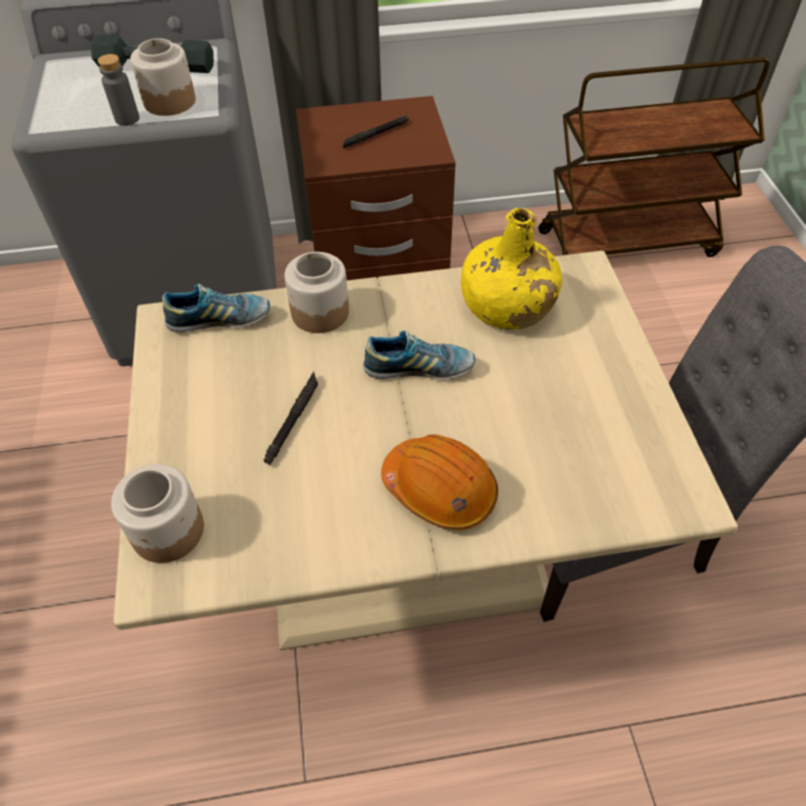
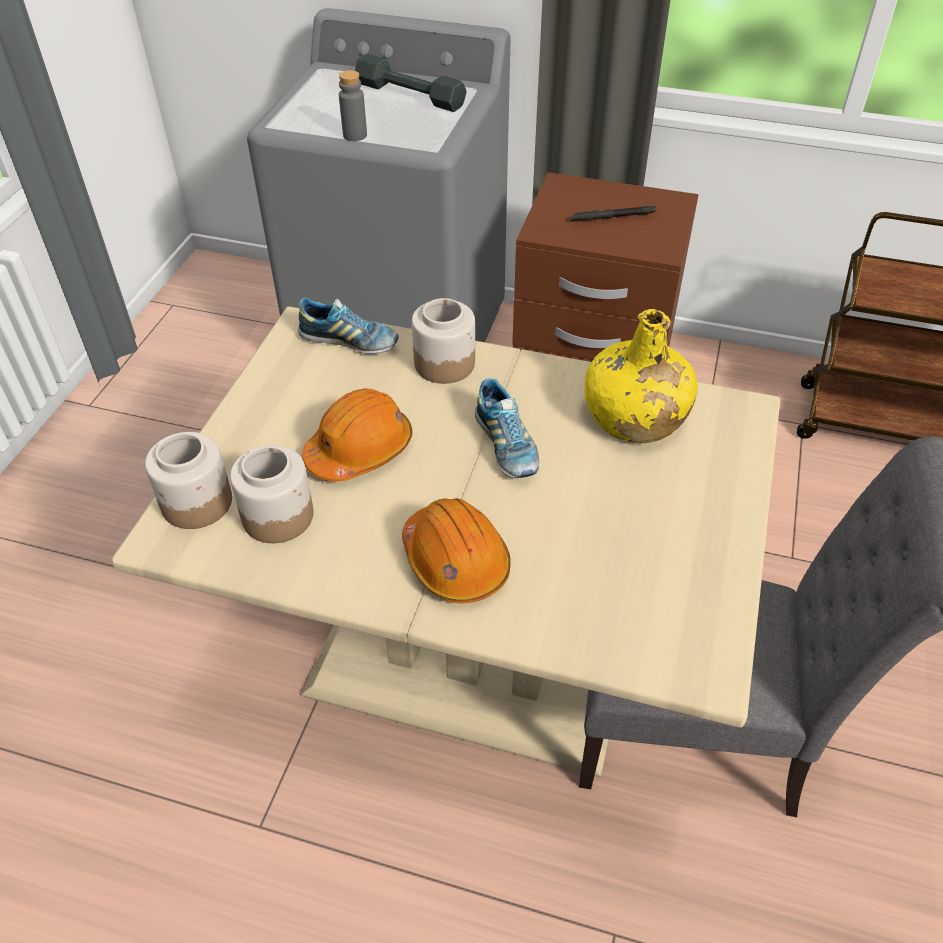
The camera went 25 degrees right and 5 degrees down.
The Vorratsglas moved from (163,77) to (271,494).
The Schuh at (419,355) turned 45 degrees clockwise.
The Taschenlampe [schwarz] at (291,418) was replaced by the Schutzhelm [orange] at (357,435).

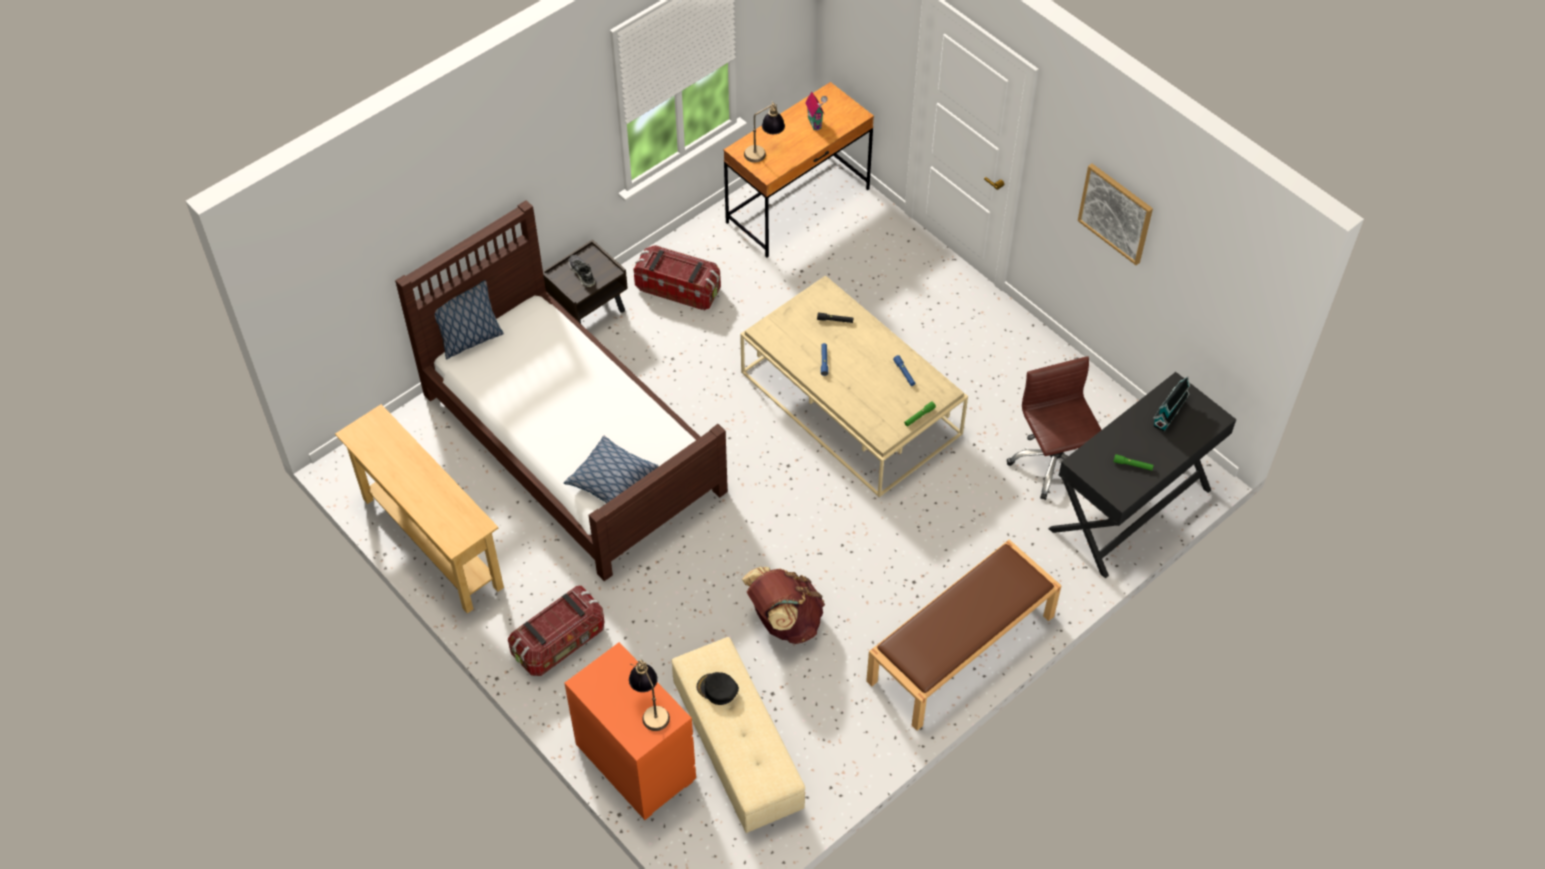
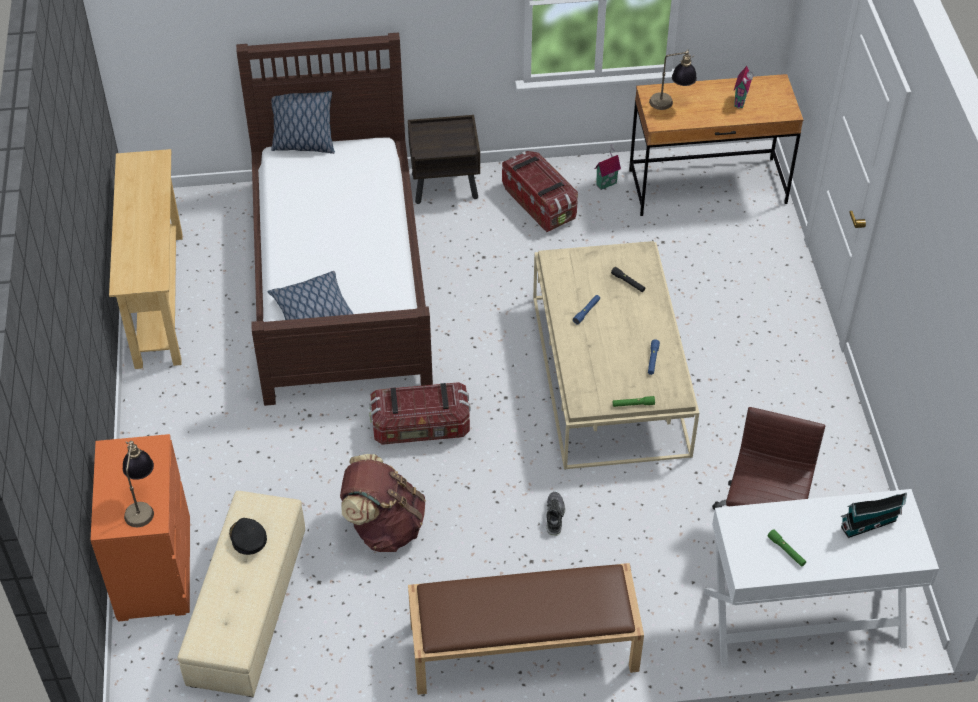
The camera went 35 degrees right and 5 degrees down.
The Bild at (1115,214) disappeared.
The Schuh moved from (582,271) to (555,514).
The Schreibtisch [schwarz] at (1142,475) became the Schreibtisch [weiß] at (821,578).
The Aufbewahrungsbox moved from (556,631) to (420,413).
The Spielzeughaus at (608,167) appeared.

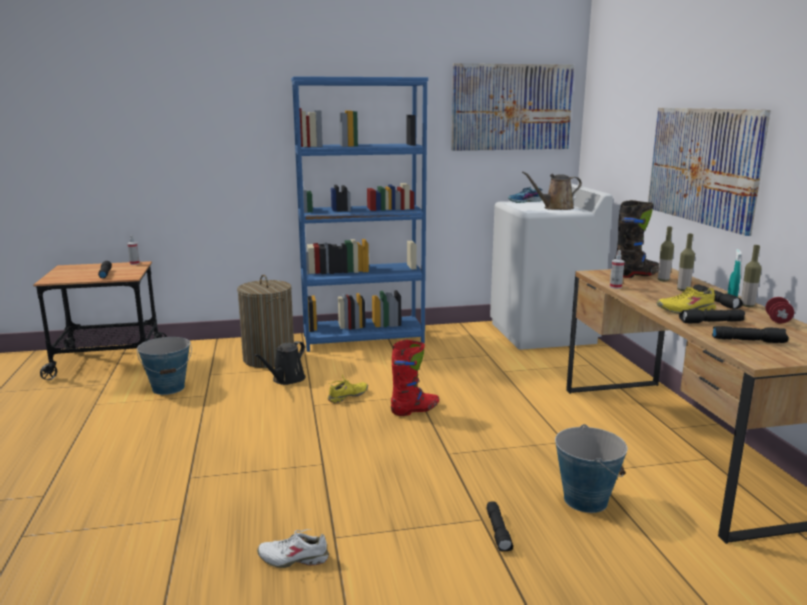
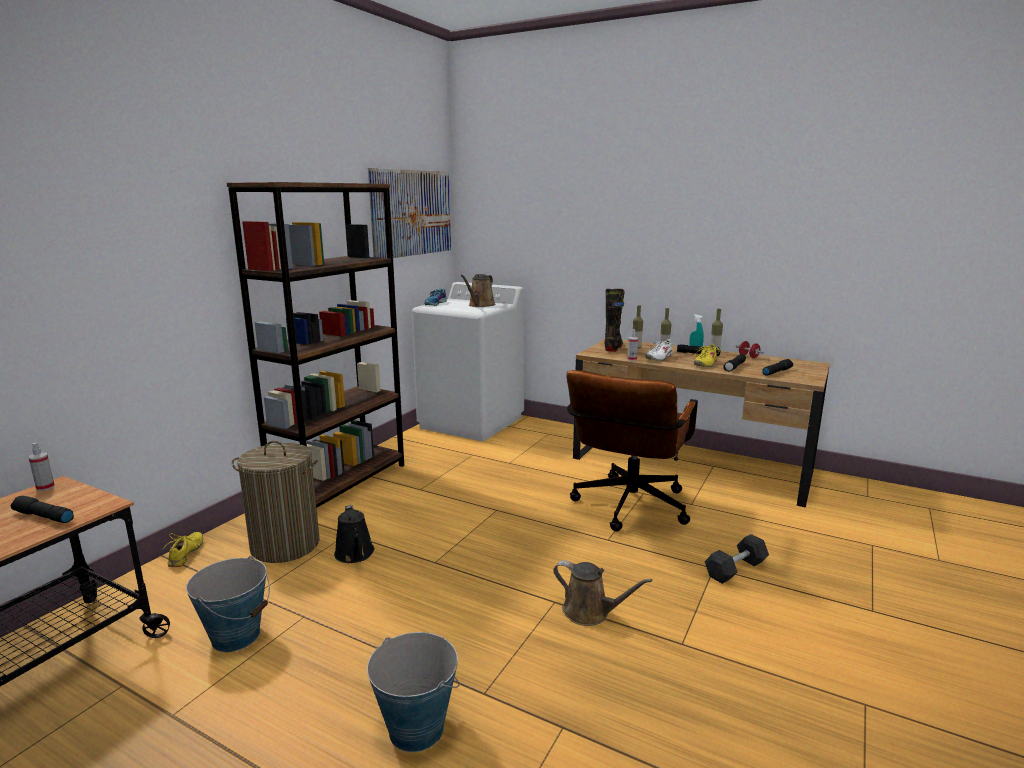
The camera went 50 degrees left and 0 degrees up.
The Bücherregal [blau] at (359,214) became the Bücherregal [braun] at (315,345).
The Bild at (709,172) disappeared.
The Stiefel [rot] at (415,378) disappeared.
The Schuh [gelb] moved from (348,389) to (183,549).
The Eimer moved from (591,468) to (413,692).
The Taschenlampe [schwarz] at (500,526) was replaced by the Hantel [grau] at (737,559).
The Schuh [weiß] moved from (293,548) to (659,350).
The Bürostuhl [braun] at (632,450) appeared.
The Gießkanne [braun] at (602,593) appeared.

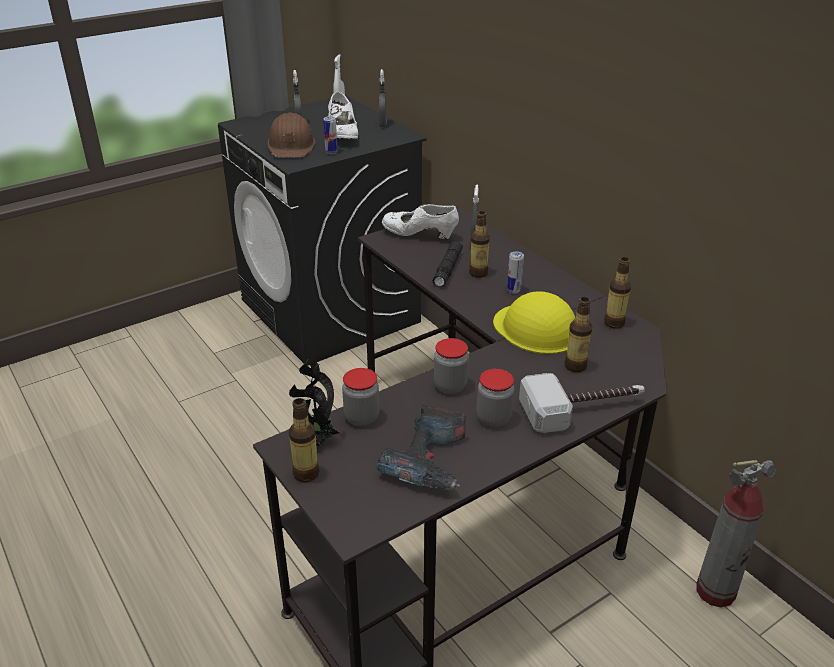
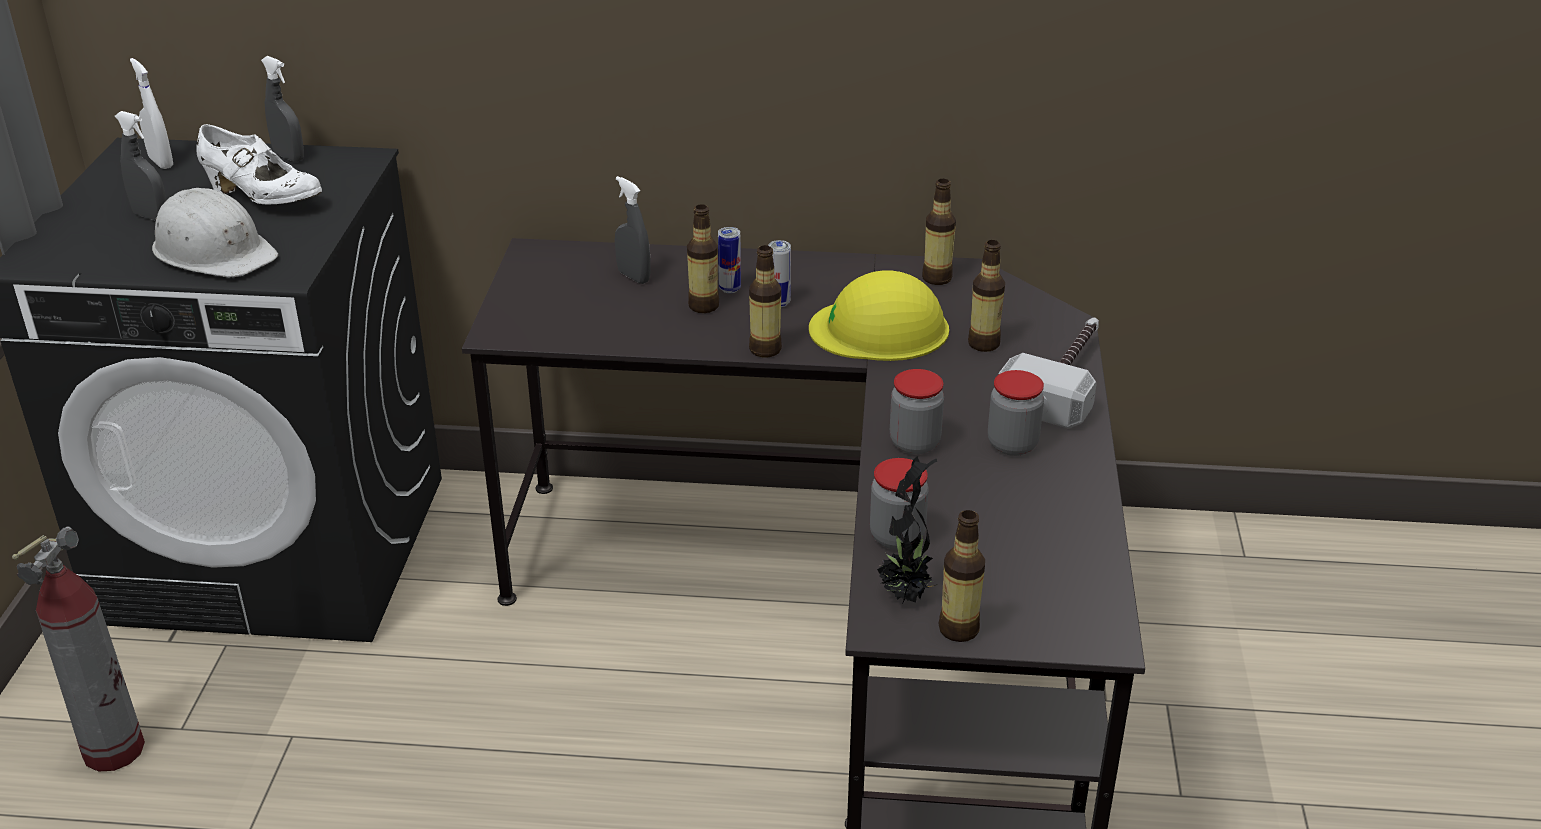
The camera went 50 degrees left and 0 degrees up.
The Schutzhelm [braun] at (291,135) became the Schutzhelm [weiß] at (215,233).
The Dose moved from (330,135) to (729,260).
The Schuh [weiß] at (420,221) disappeared.
The Taschenlampe [schwarz] at (448,264) disappeared.
The Bohrmaschine at (421,447) disappeared.
The Feuerlöscher moved from (736,533) to (78,649).
The Flasche at (765,301) appeared.

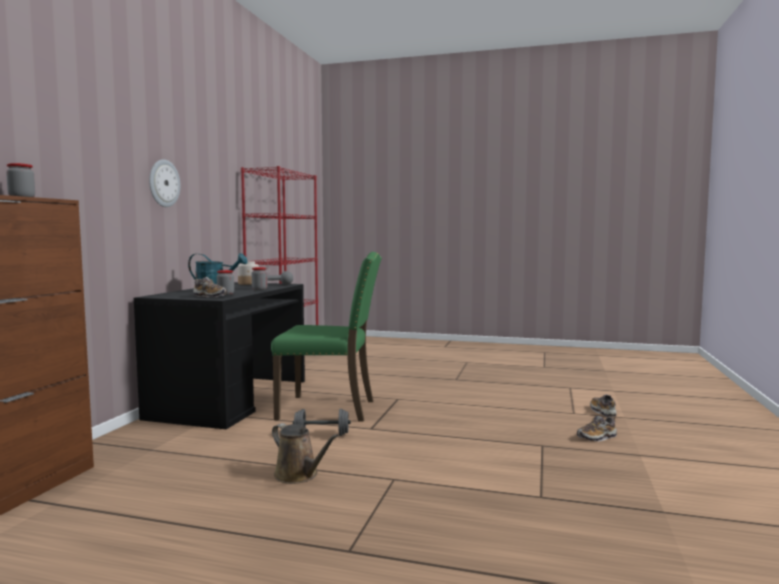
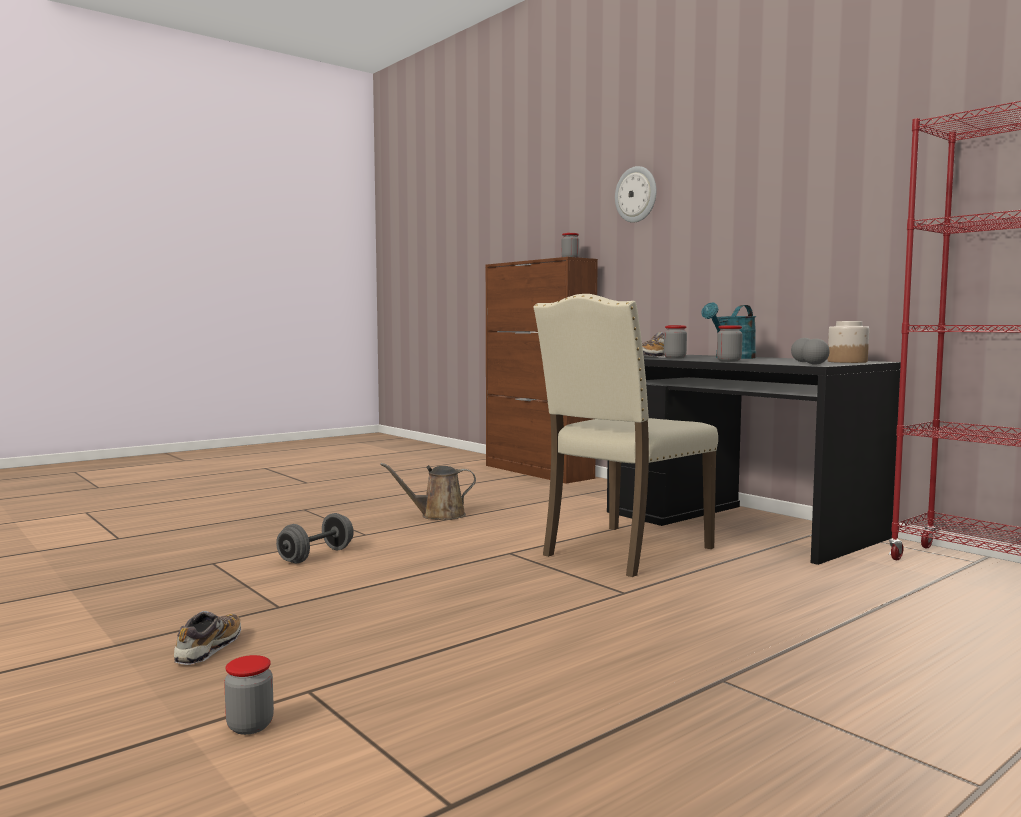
The camera went 125 degrees right and 0 degrees up.
The Wanduhr moved from (165,183) to (635,194).
The Stuhl [grün] at (326,337) became the Stuhl [beige] at (625,435).
The Schuh at (603,405) was replaced by the Vorratsglas at (249,695).
The Hantel [grau] moved from (322,422) to (315,538).

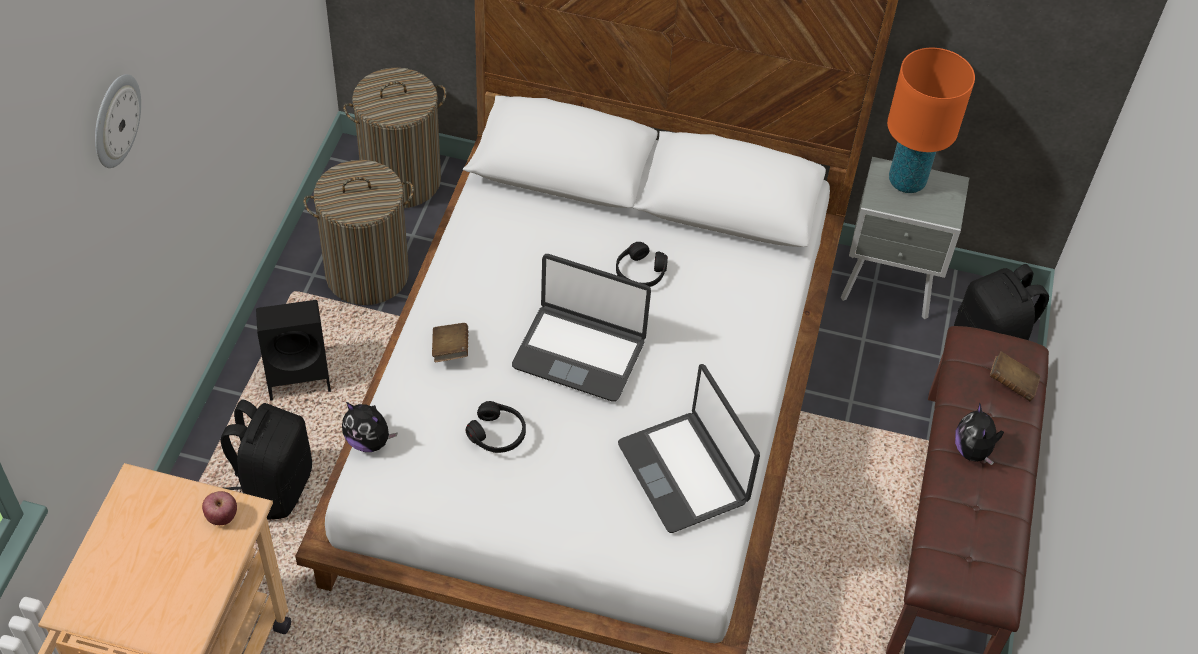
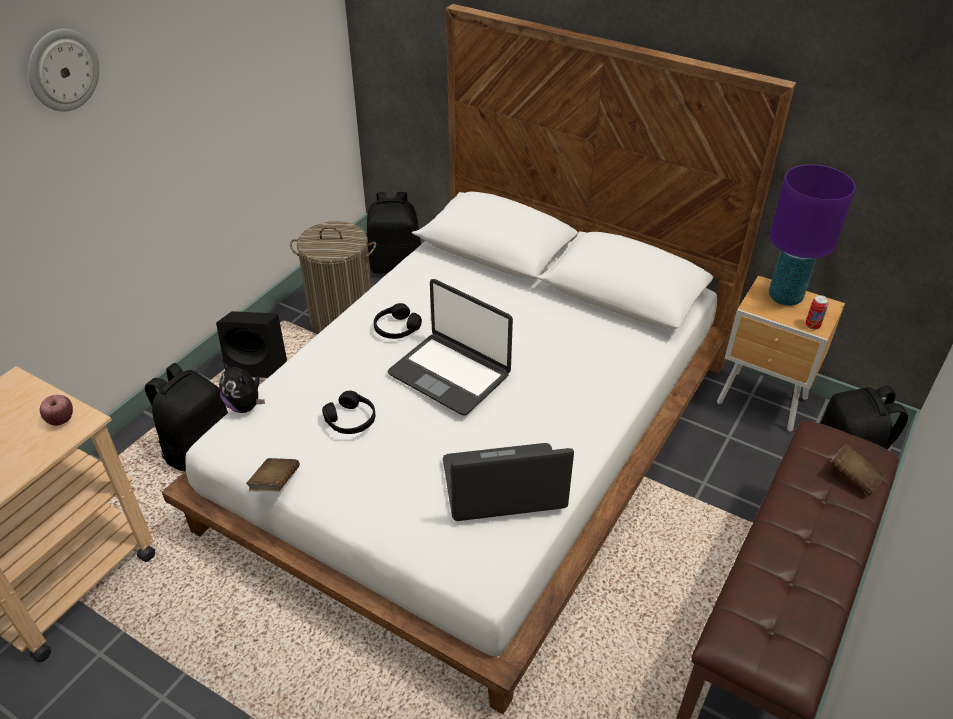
The camera went 20 degrees right and 10 degrees down.
The Tischlampe [orange] at (931,120) became the Tischlampe [lila] at (812,235).
The Wäschekorb at (394,137) was replaced by the Rucksack [schwarz] at (394,233).
The Nachttisch [grau] at (905,238) became the Nachttisch [braun] at (781,354).
The Kopfhörer [schwarz] moved from (642,264) to (398,321).
The Buch [braun] moved from (450,342) to (273,475).
The Laptop at (689,448) turned 90 degrees clockwise.
The Plüschtier at (979,433) disappeared.
The Dose at (816,312) appeared.

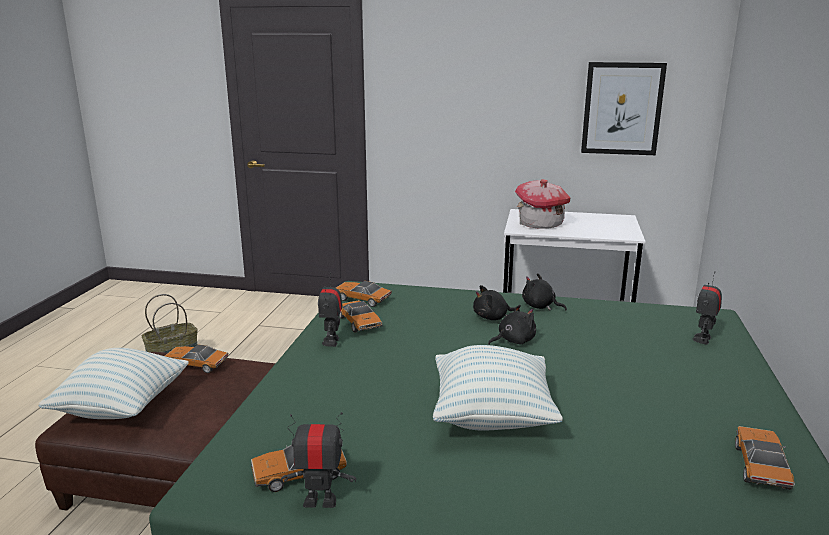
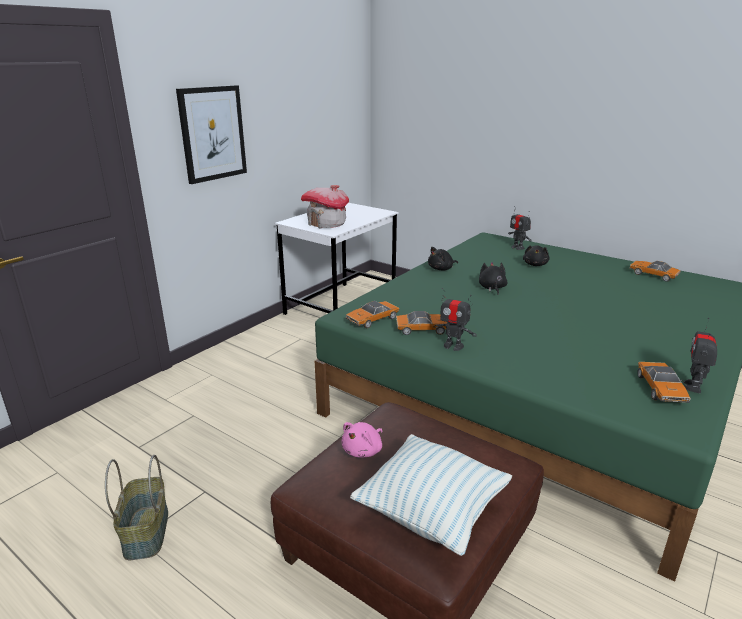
The camera went 65 degrees left and 5 degrees up.
The Bild moved from (624,108) to (211,134).
The Plüschtier [schwarz] moved from (496,302) to (536,255).
The Spielzeugauto at (196,359) was replaced by the Plüschtier [rosa] at (362,440).
The Kissen at (498,388) disappeared.

